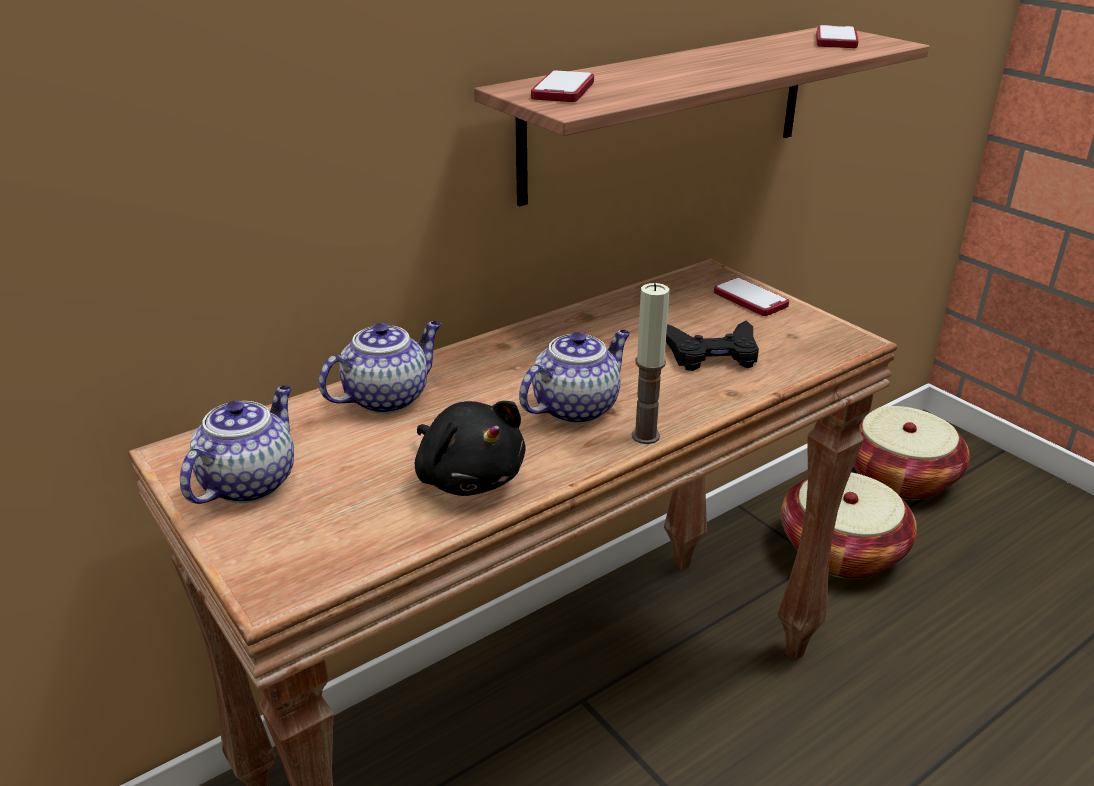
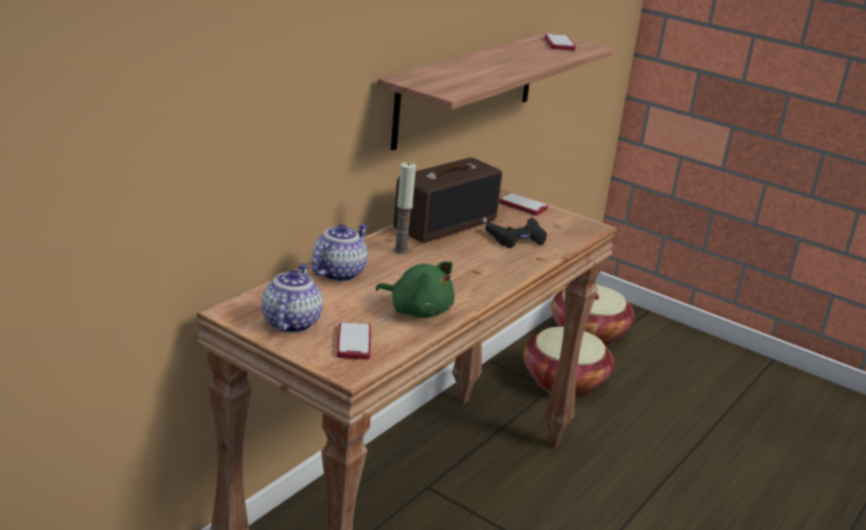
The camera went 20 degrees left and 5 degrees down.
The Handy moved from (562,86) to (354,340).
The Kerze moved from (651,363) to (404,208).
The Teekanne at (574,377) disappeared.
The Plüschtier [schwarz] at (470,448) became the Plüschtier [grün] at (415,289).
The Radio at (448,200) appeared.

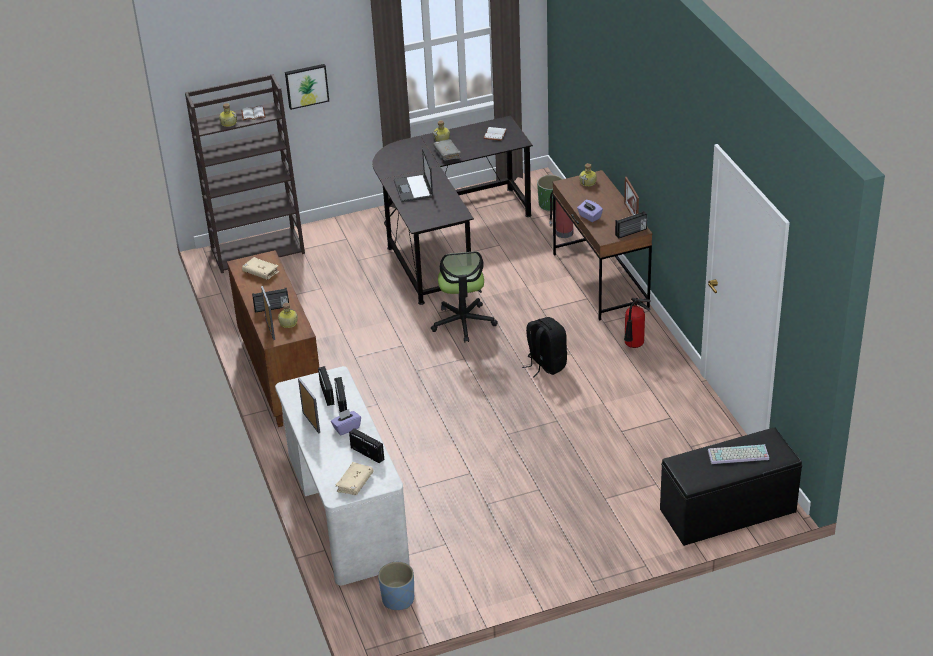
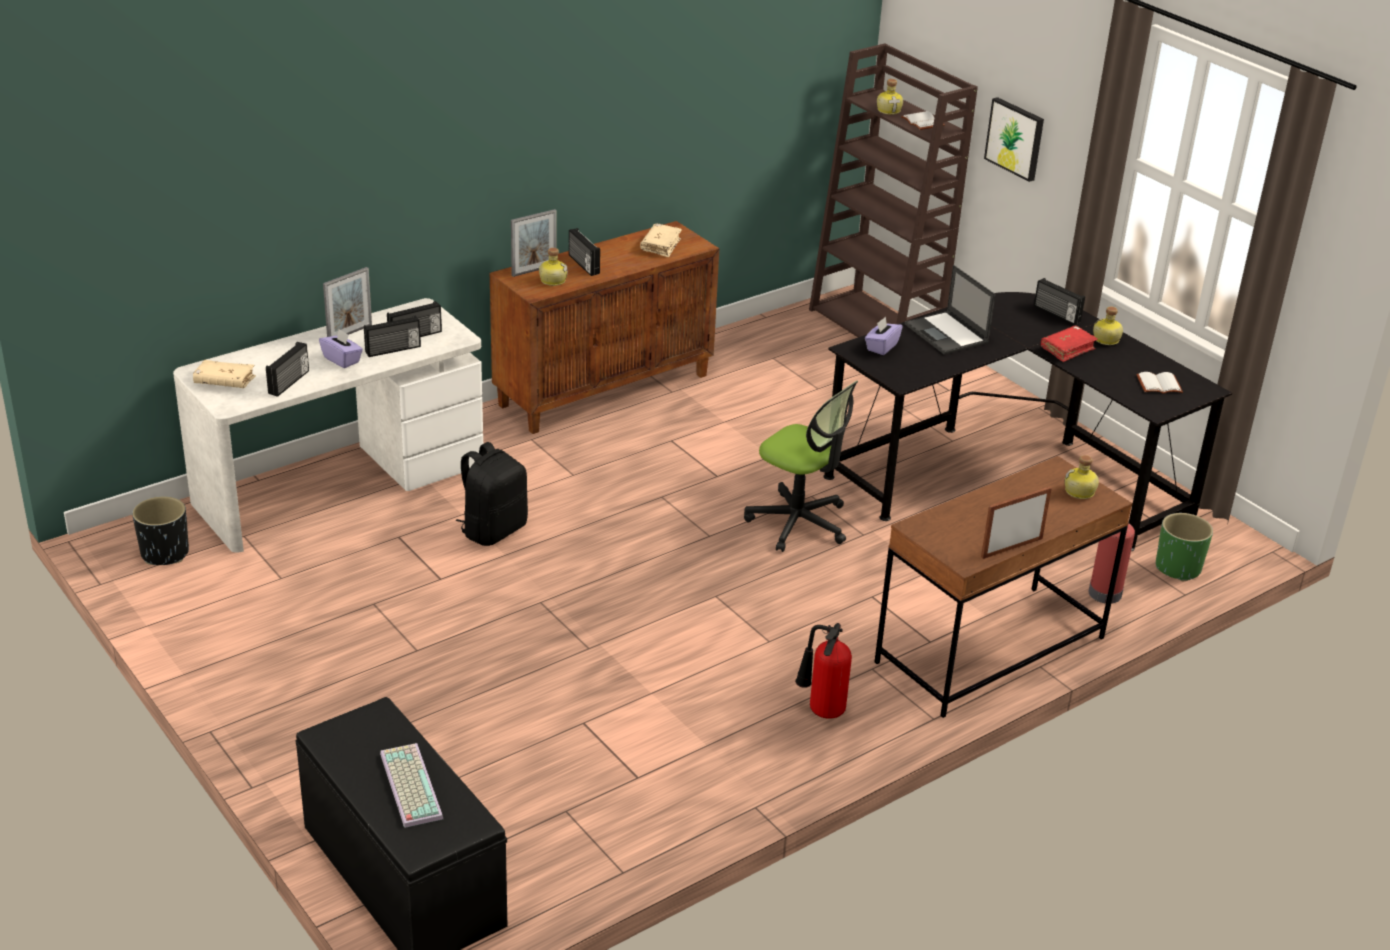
The camera went 70 degrees right and 5 degrees down.
The Buch [grau] at (447,149) became the Buch [rot] at (1069,344).
The Laptop at (413,175) turned 90 degrees counterclockwise.
The Taschentuchbox [lila] moved from (590,211) to (883,336).
The Radio moved from (631,225) to (1059,301).
The Bürostuhl at (464,296) turned 120 degrees counterclockwise.
The Rucksack [schwarz] moved from (544,347) to (492,494).
The Pflanzkübel [blau] at (396,586) became the Pflanzkübel [schwarz] at (160,530).

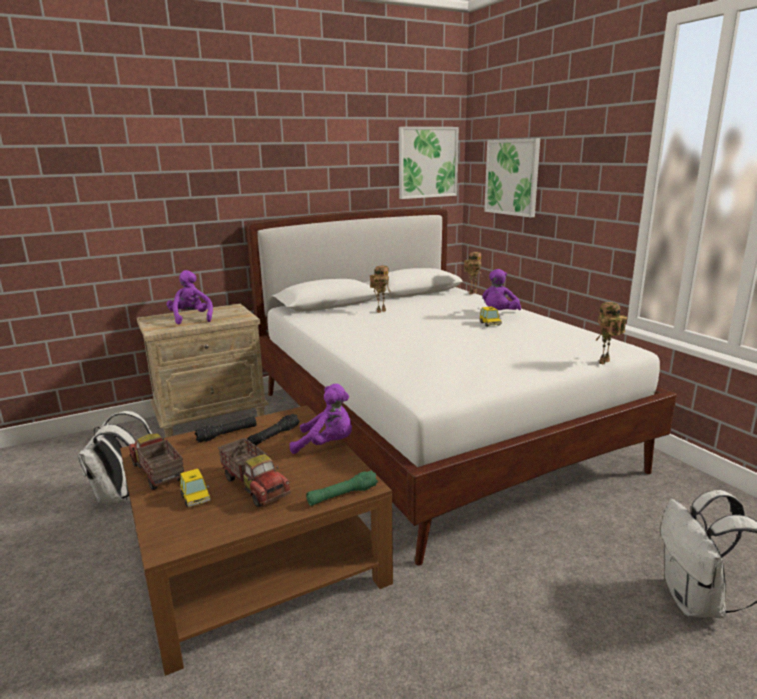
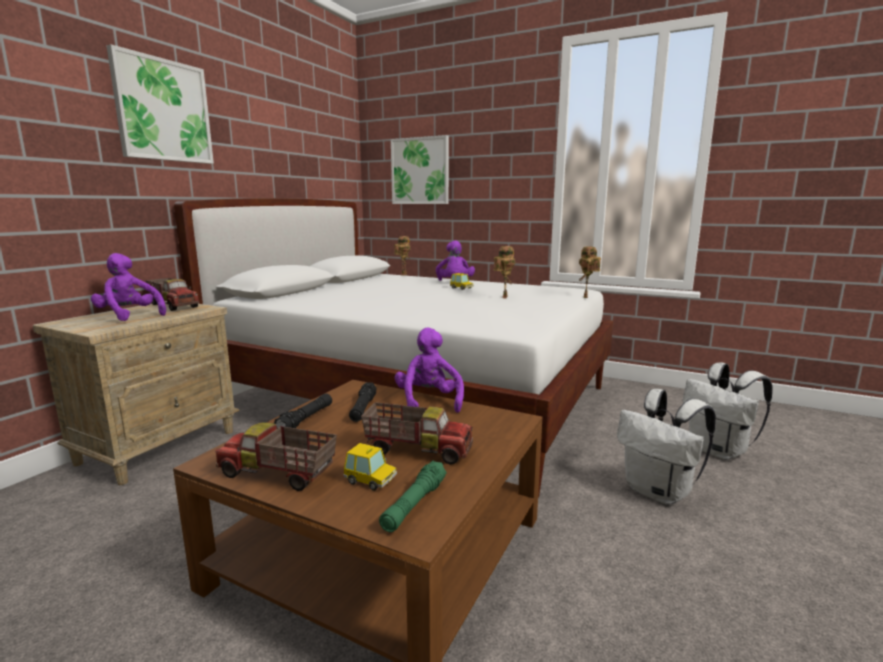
The camera went 35 degrees left and 5 degrees down.
The Bild moved from (429,163) to (160,104).
The Spielzeugroboter moved from (380,289) to (505,272).
The Plüschtier [lila] at (320,419) turned 75 degrees counterclockwise.
The Rucksack [weiß] moved from (115,458) to (666,447).
The Taschenlampe [grün] moved from (342,488) to (413,496).
The Spielzeuglaster at (172,294) appeared.

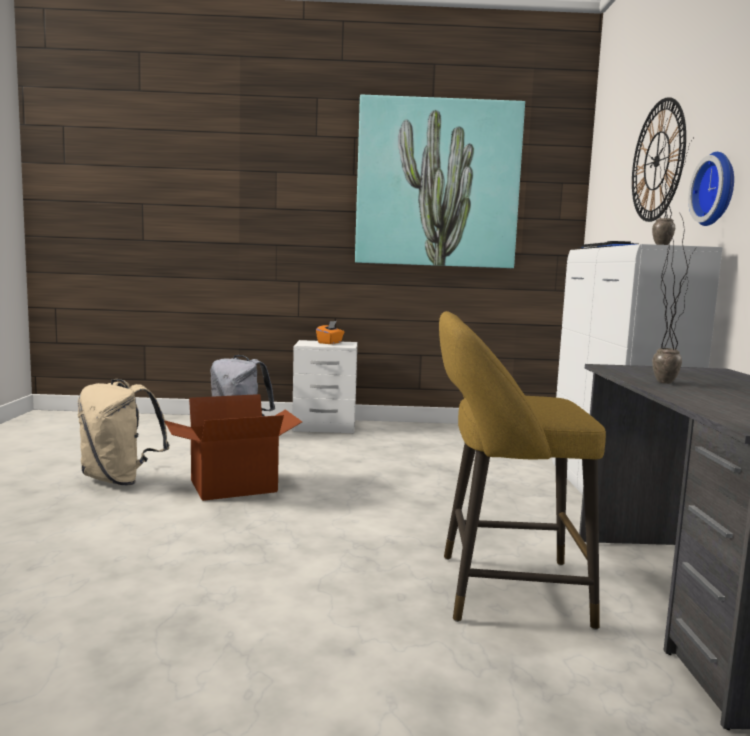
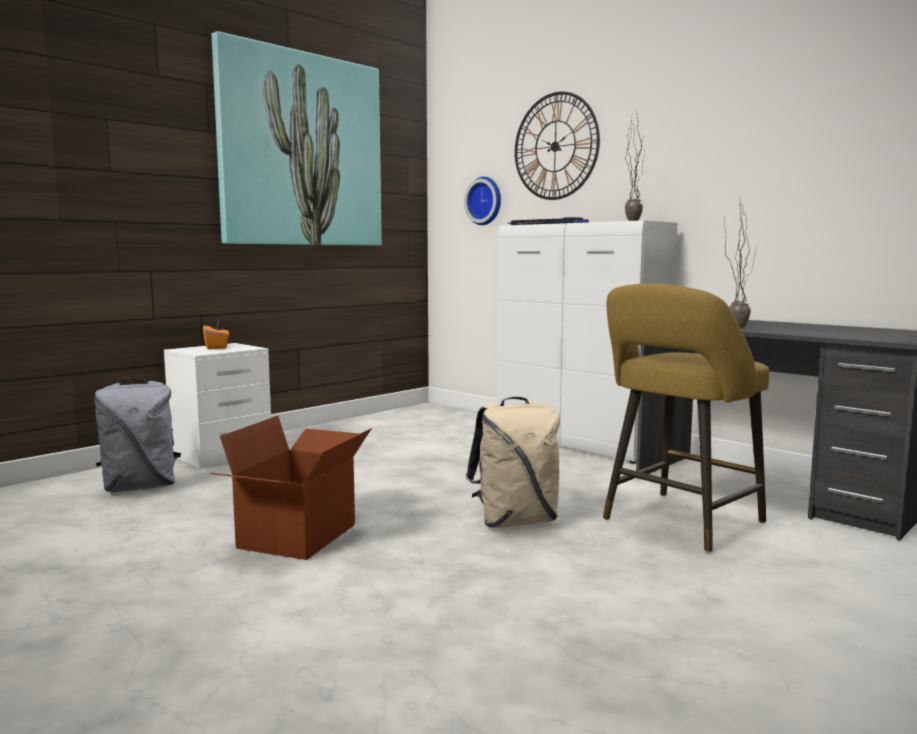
The camera went 45 degrees left and 0 degrees up.
The Wanduhr moved from (711,189) to (482,201).
The Rucksack [beige] moved from (123,432) to (512,462).

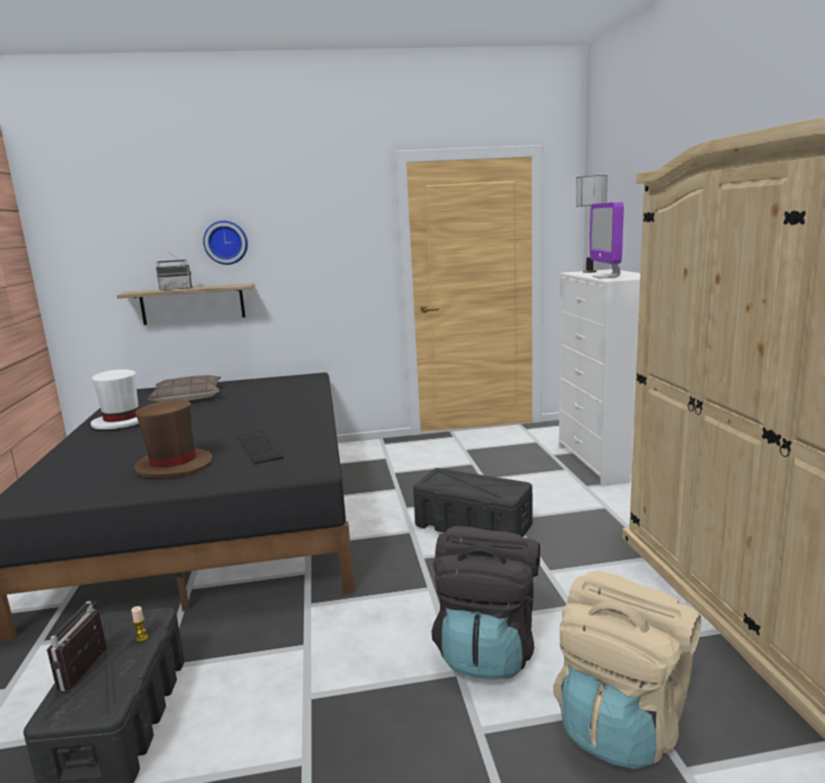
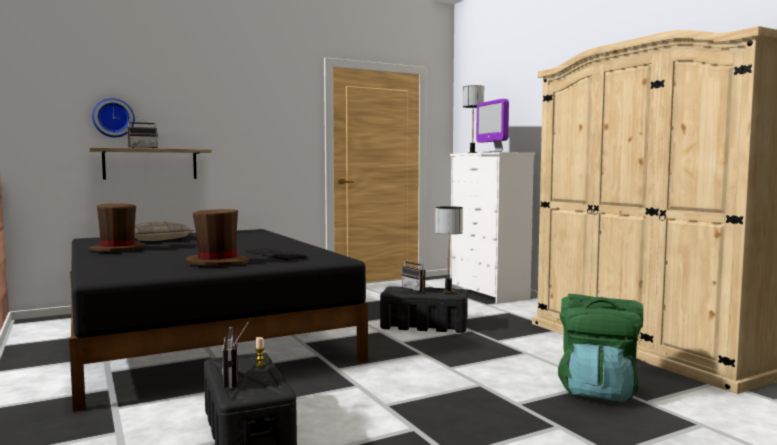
The camera went 20 degrees left and 10 degrees down.
The Wanduhr moved from (225,243) to (113,117).
The Hut [weiß] at (115,399) became the Hut [braun] at (117,227).
The Rucksack [schwarz] at (485,603) disappeared.
The Rucksack [beige] at (627,670) became the Rucksack [grün] at (600,348).
The Tischlampe at (449,249) appeared.
The Radio at (413,273) appeared.

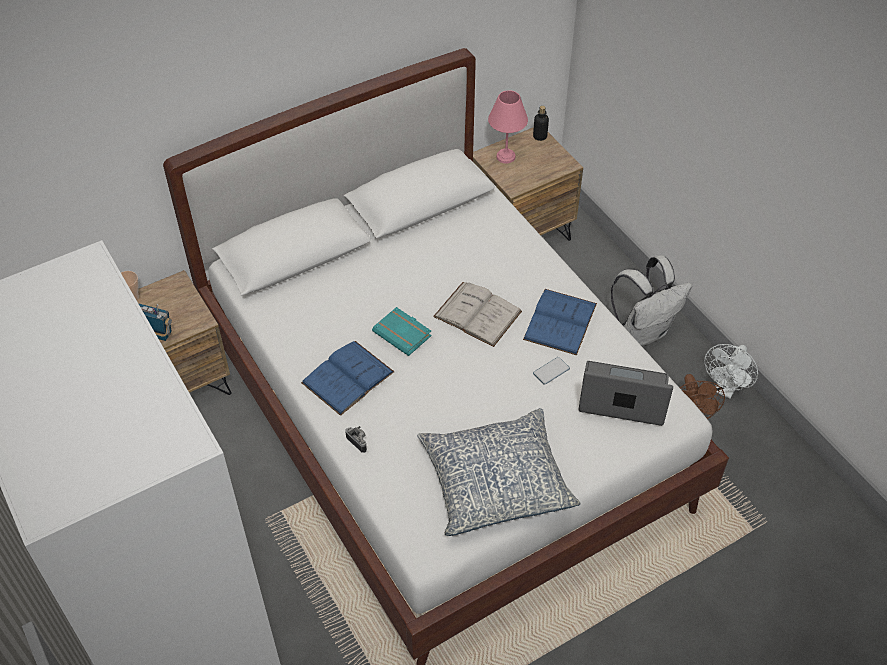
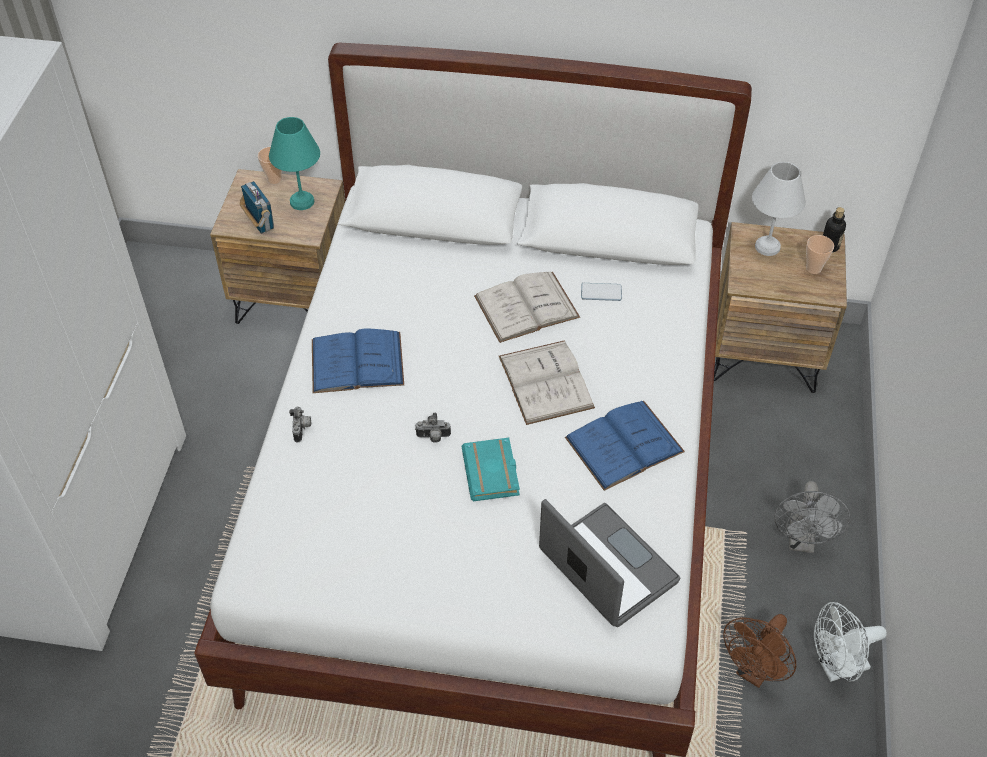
The camera went 40 degrees right and 0 degrees up.
The Tischlampe [rosa] at (508,127) became the Tischlampe [weiß] at (779,209).
The Rucksack [weiß] at (651,300) was replaced by the Ventilator [grau] at (812,517).
The Buch [türkis] moved from (402,331) to (491,469).
The Handy moved from (551,371) to (601,292).
The Kissen at (499,472) disappeared.
The Tischlampe [türkis] at (294,163) appeared.
The Tasse at (820,254) appeared.
The Buch [weiß] at (527,307) appeared.
The Kamera at (433,428) appeared.

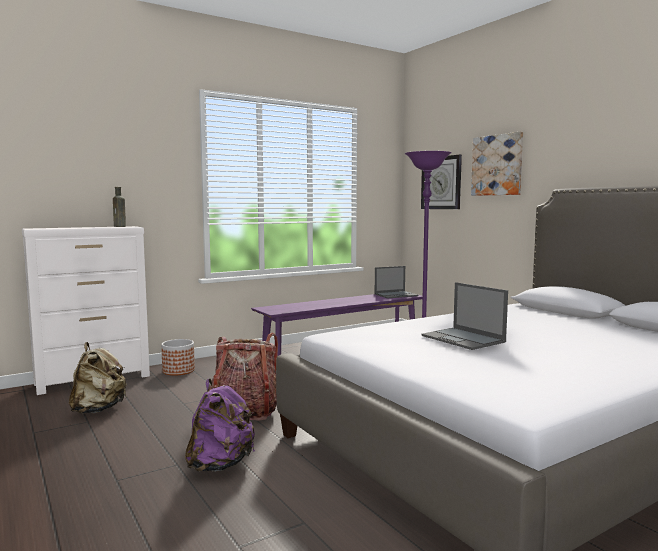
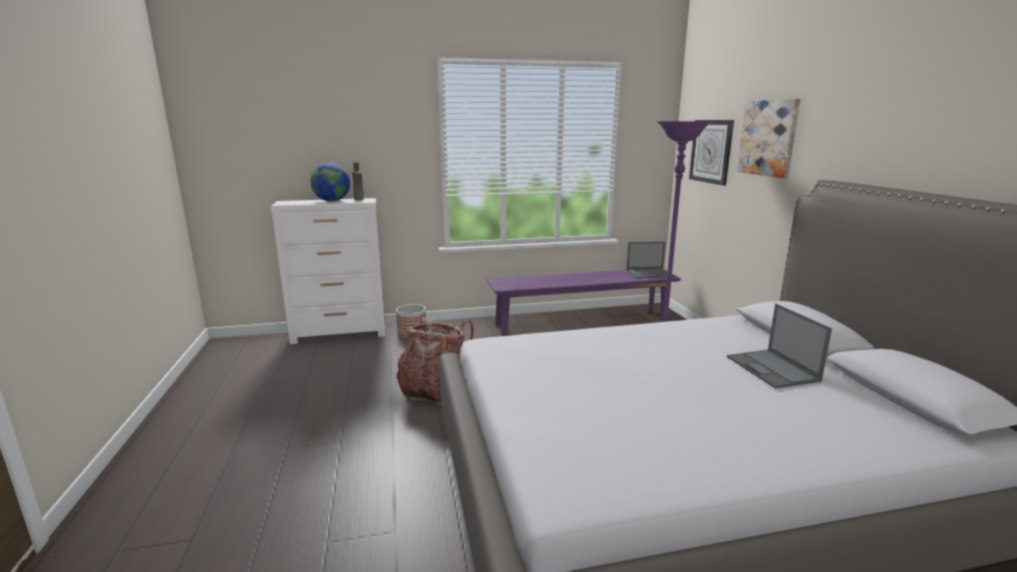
The camera went 20 degrees right and 10 degrees up.
The Laptop moved from (464,316) to (779,346).
The Rucksack [beige] at (98,377) disappeared.
The Rucksack [lila] at (220,425) disappeared.
The Globus at (330,182) appeared.

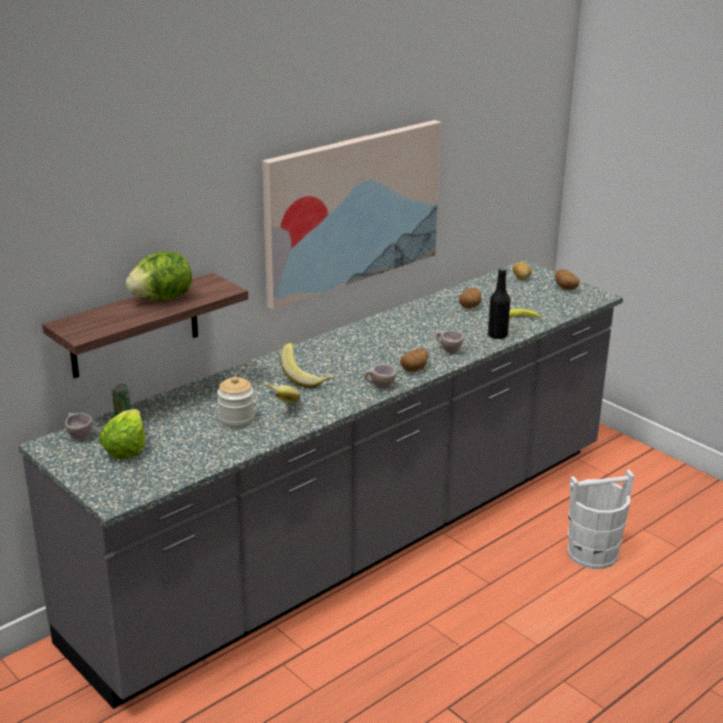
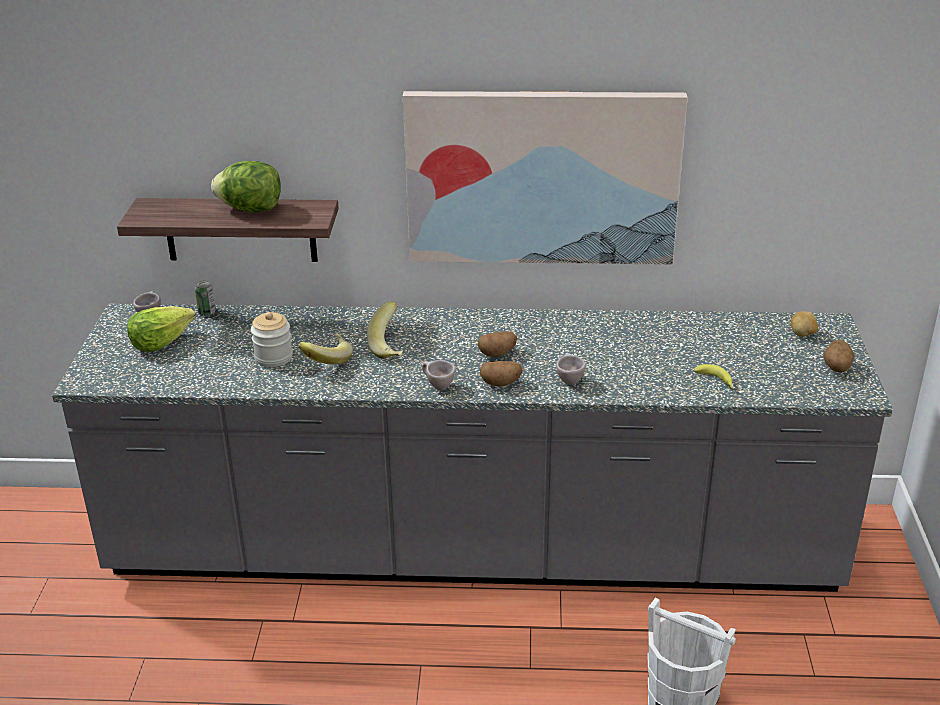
The camera went 45 degrees right and 5 degrees up.
The Flasche [schwarz] at (499,303) disappeared.
The Kartoffel moved from (470,298) to (497,344).

